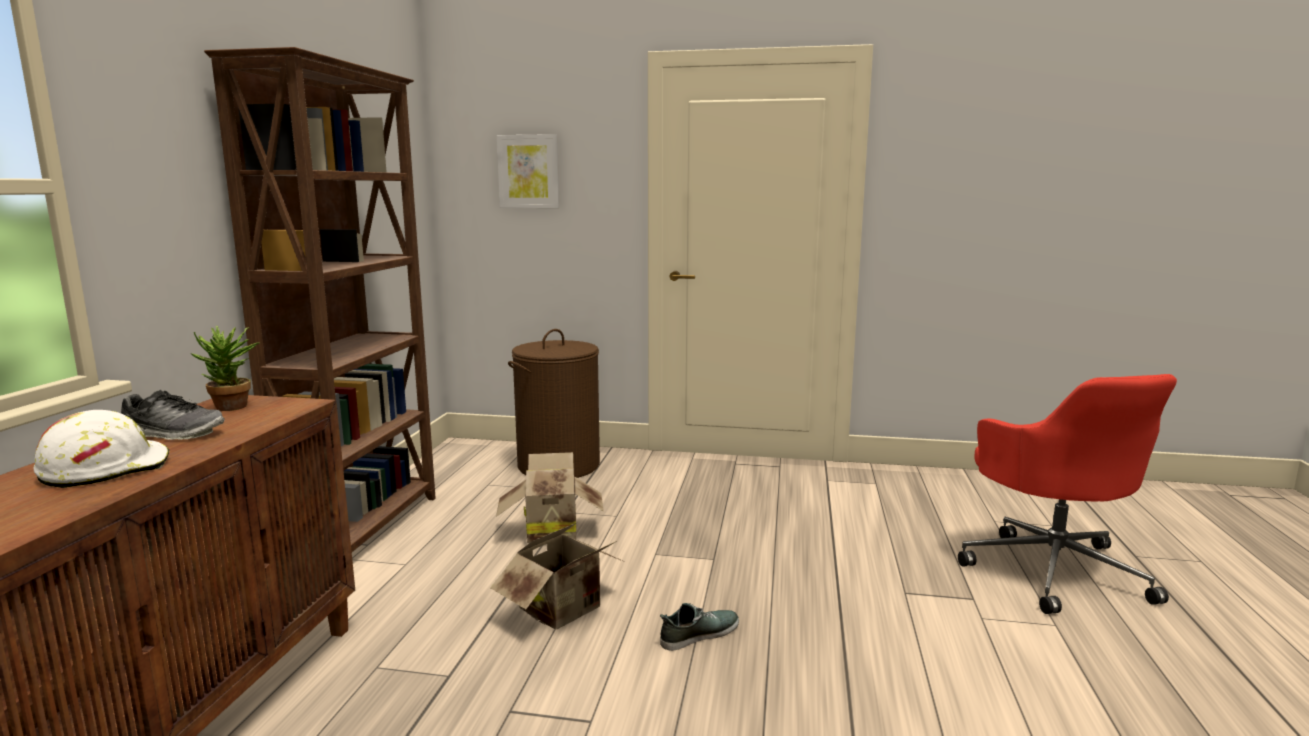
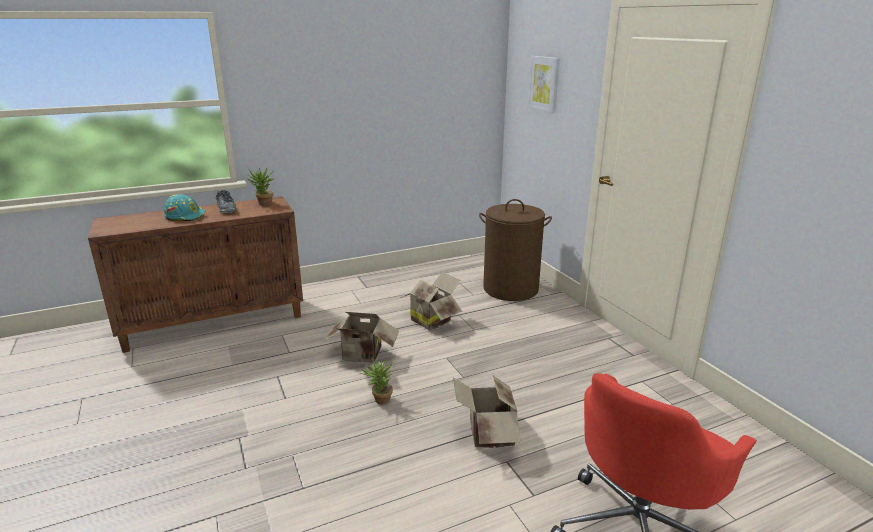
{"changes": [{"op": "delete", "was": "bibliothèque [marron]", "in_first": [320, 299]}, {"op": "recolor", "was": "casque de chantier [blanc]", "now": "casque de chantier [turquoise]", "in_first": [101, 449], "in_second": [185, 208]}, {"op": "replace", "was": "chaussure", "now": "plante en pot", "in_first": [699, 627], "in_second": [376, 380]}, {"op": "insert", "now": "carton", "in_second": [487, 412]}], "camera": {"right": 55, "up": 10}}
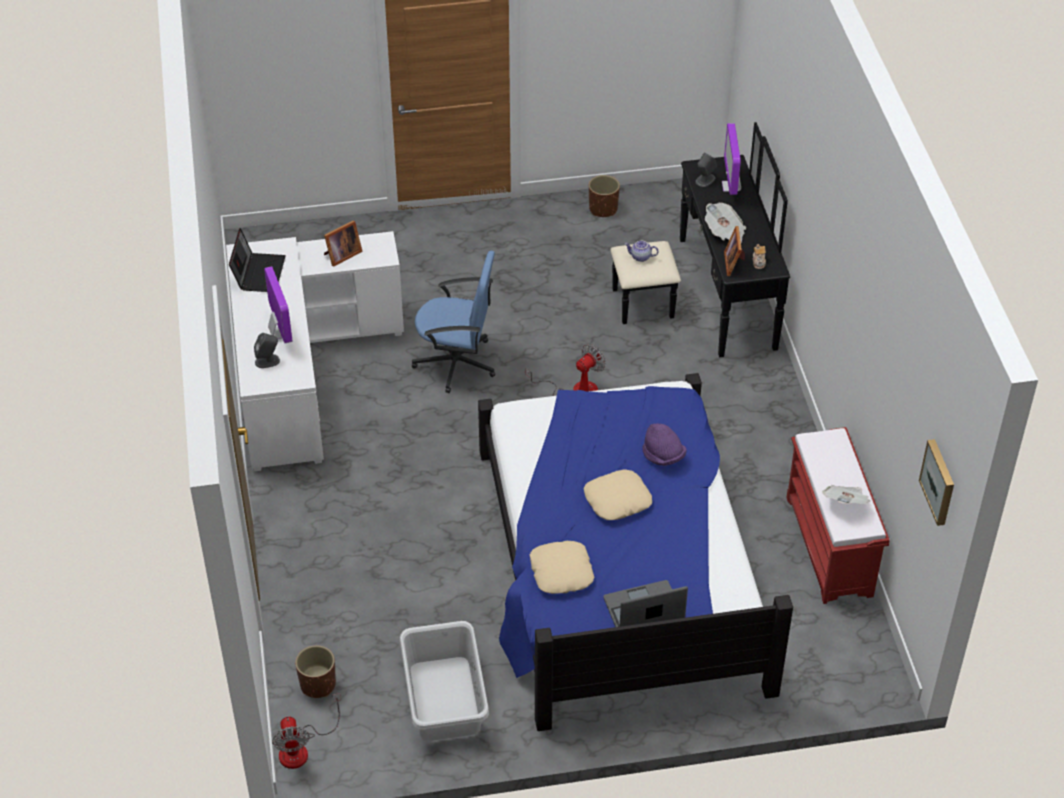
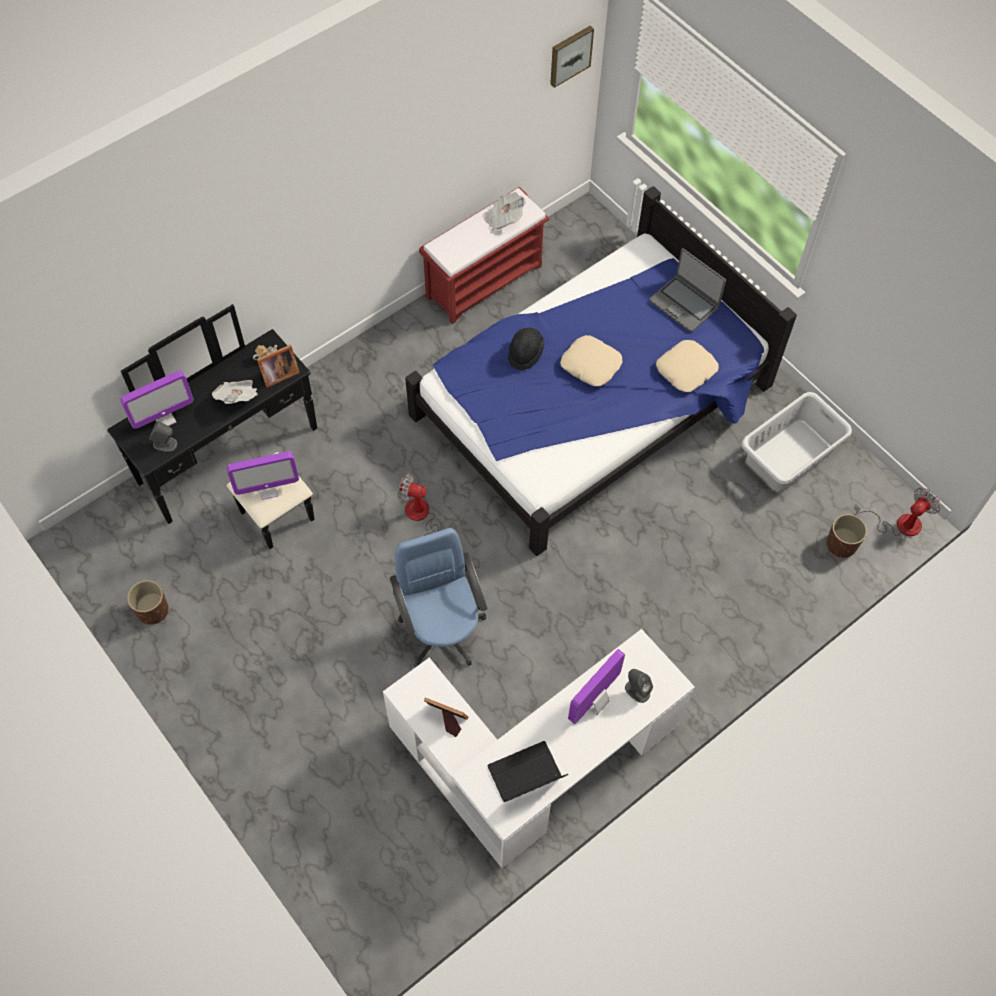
{"changes": [{"op": "replace", "was": "théière", "now": "écran d'ordinateur", "in_first": [641, 251], "in_second": [263, 475]}, {"op": "recolor", "was": "chapeau [violet]", "now": "chapeau [noir]", "in_first": [664, 444], "in_second": [526, 349]}], "camera": {"right": -120, "up": 15}}
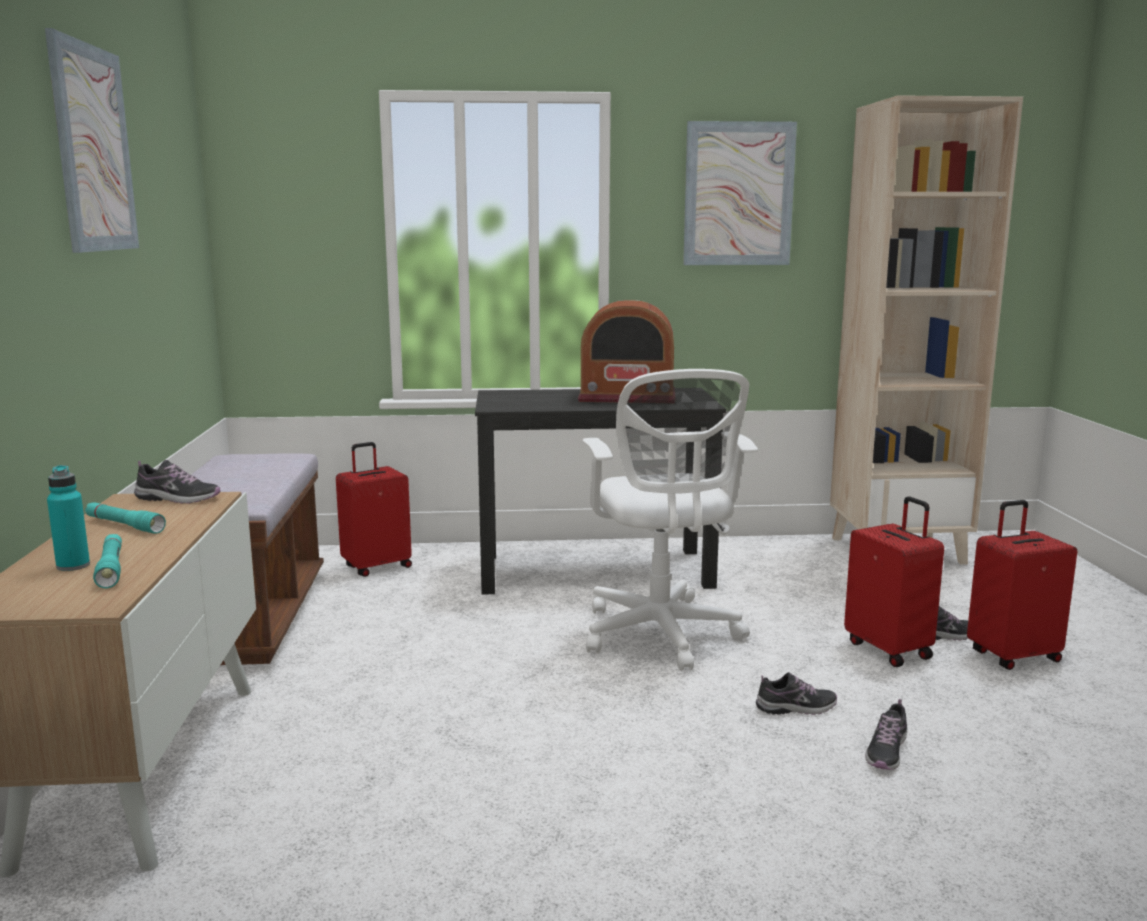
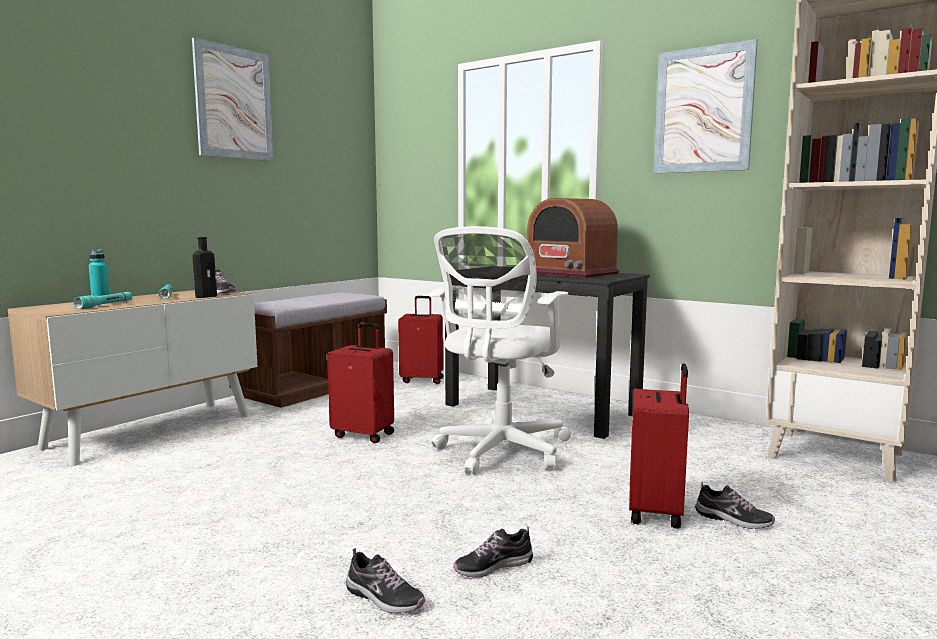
{"changes": [{"op": "move", "was": "valise [rouge]", "in_first": [1022, 585], "in_second": [360, 382]}, {"op": "move", "was": "chaussure", "in_first": [796, 693], "in_second": [385, 581]}, {"op": "insert", "now": "bouteille [noir]", "in_second": [205, 267]}], "camera": {"right": 40, "up": -5}}
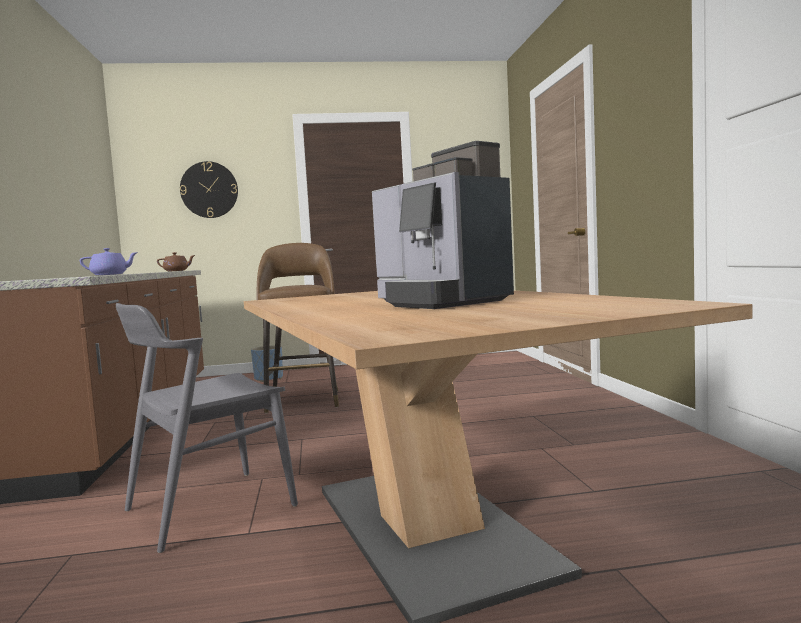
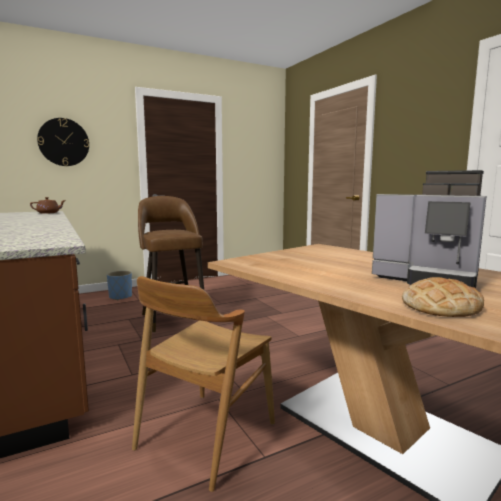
{"changes": [{"op": "delete", "was": "théière [violet]", "in_first": [109, 261]}, {"op": "recolor", "was": "chaise [gris]", "now": "chaise [marron]", "in_first": [207, 428], "in_second": [203, 384]}, {"op": "insert", "now": "pain", "in_second": [443, 297]}], "camera": {"right": -20, "up": 5}}
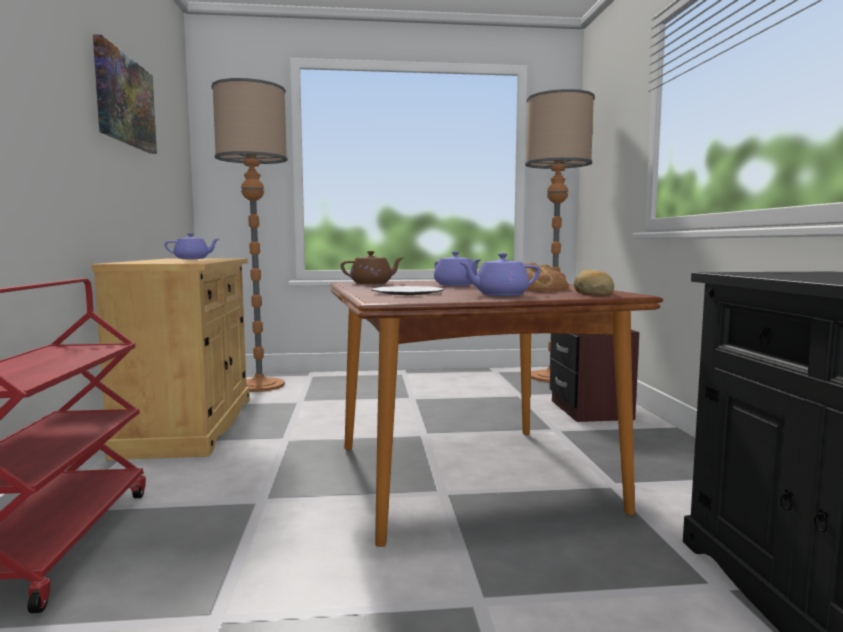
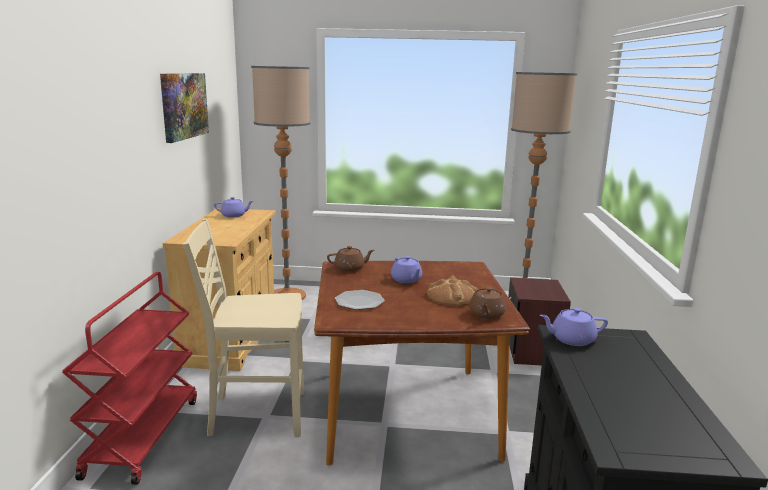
{"changes": [{"op": "move", "was": "théière [violet]", "in_first": [499, 274], "in_second": [574, 327]}, {"op": "replace", "was": "pain", "now": "théière [marron]", "in_first": [594, 282], "in_second": [487, 303]}, {"op": "insert", "now": "chaise [beige]", "in_second": [243, 328]}], "camera": {"right": 10, "up": 10}}
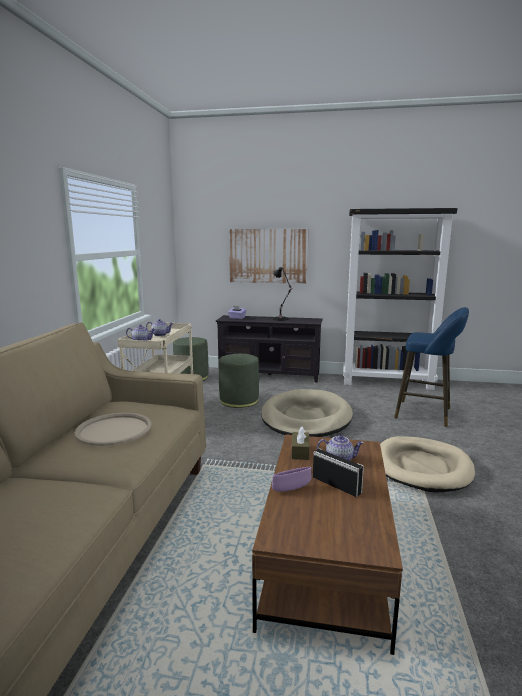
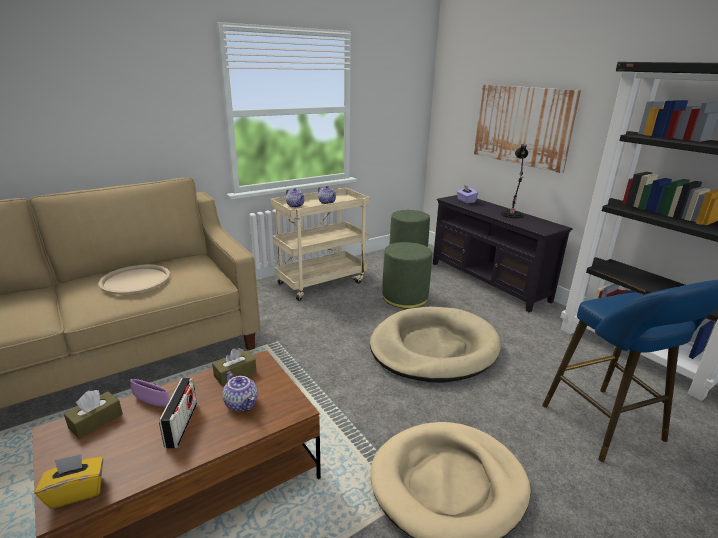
{"changes": [{"op": "insert", "now": "boîte à mouchoirs [marron]", "in_second": [93, 414]}, {"op": "insert", "now": "boîte à mouchoirs [jaune]", "in_second": [69, 481]}], "camera": {"right": 45, "up": 10}}
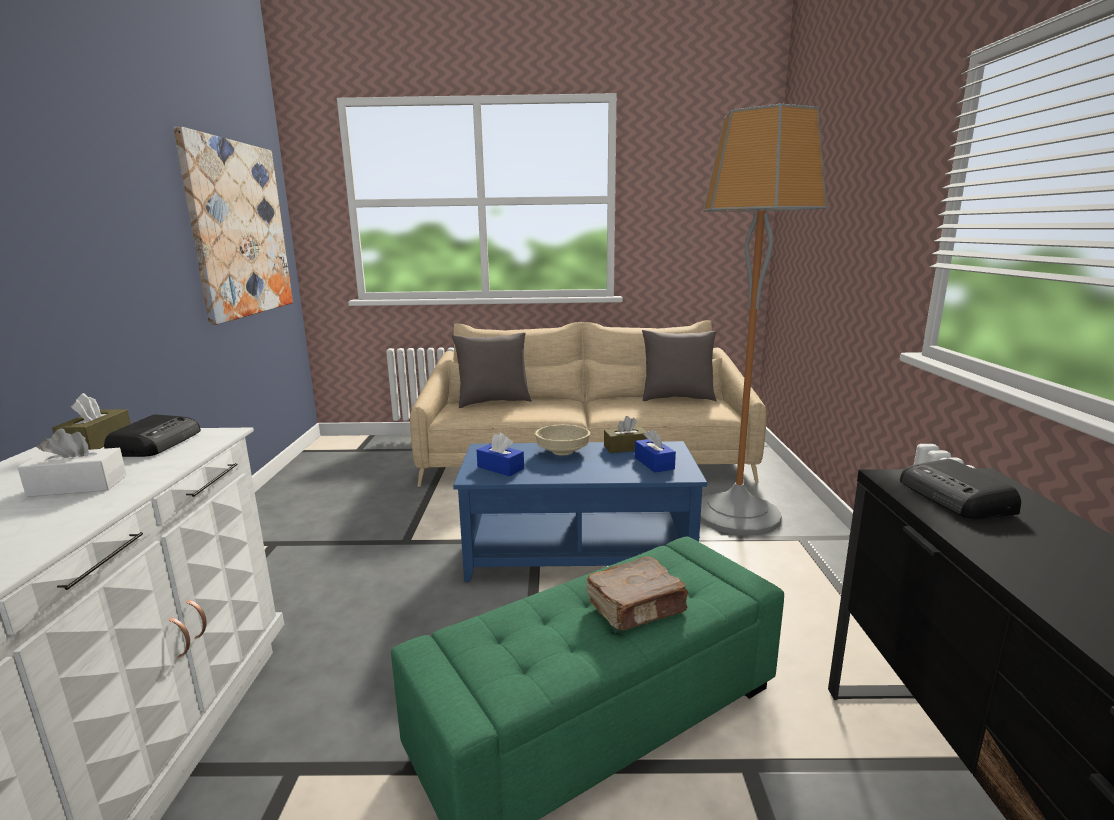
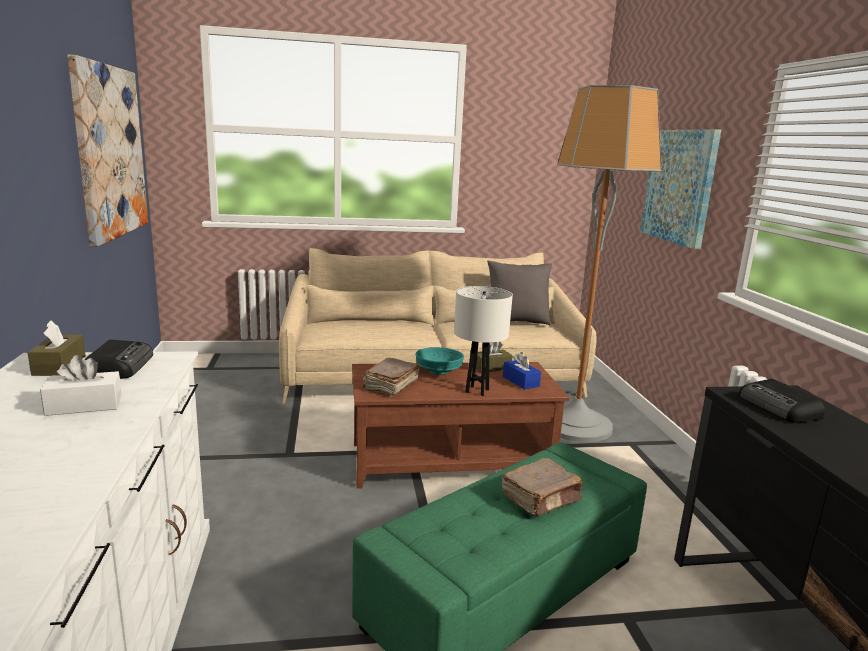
{"changes": [{"op": "delete", "was": "coussin [gris]", "in_first": [492, 370]}, {"op": "recolor", "was": "bol [beige]", "now": "bol [turquoise]", "in_first": [562, 440], "in_second": [440, 361]}, {"op": "replace", "was": "boîte à mouchoirs [bleu]", "now": "livre [marron]", "in_first": [500, 454], "in_second": [391, 377]}, {"op": "recolor", "was": "table basse [bleu]", "now": "table basse [marron]", "in_first": [580, 511], "in_second": [460, 425]}, {"op": "insert", "now": "tableau", "in_second": [680, 189]}, {"op": "insert", "now": "lampe de table [blanc]", "in_second": [483, 341]}], "camera": {"right": -10, "up": 0}}
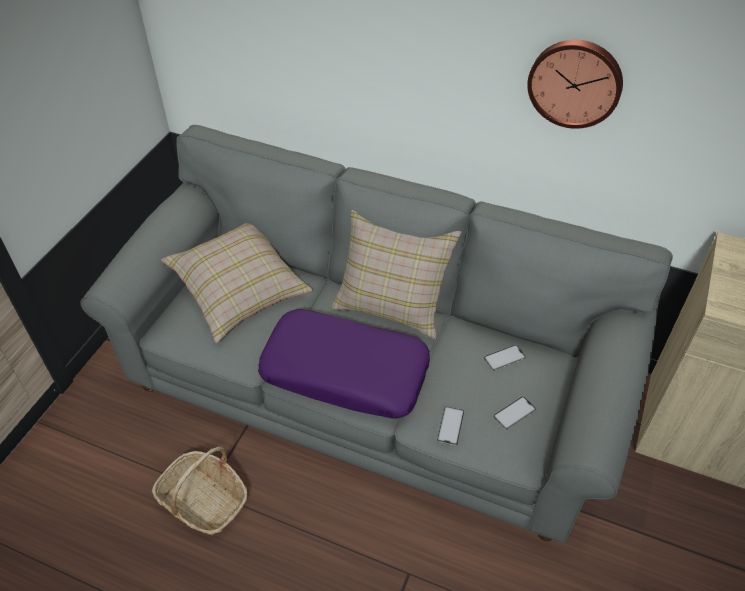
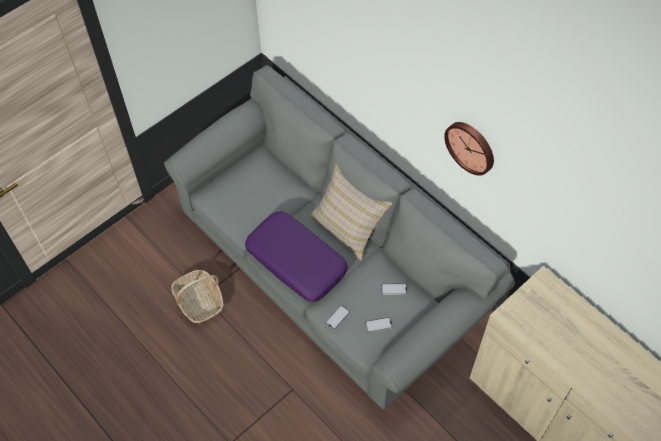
{"changes": [{"op": "delete", "was": "coussin [beige]", "in_first": [237, 283]}], "camera": {"right": 25, "up": 10}}
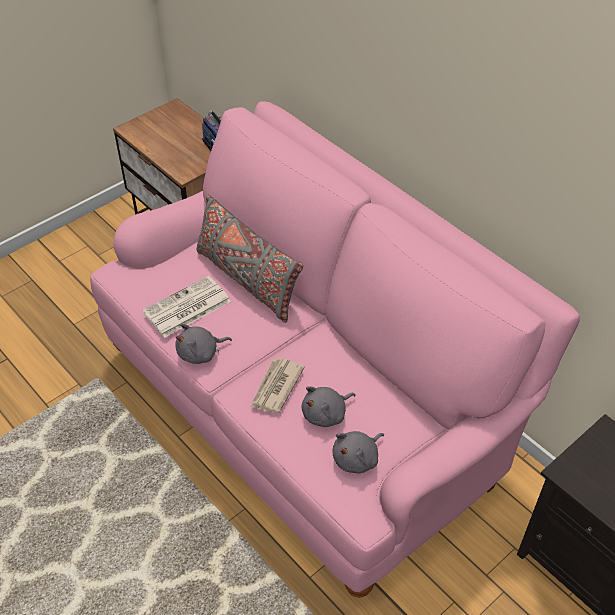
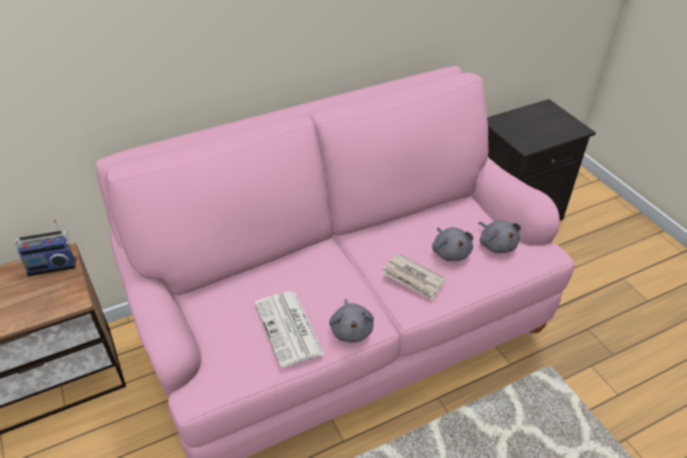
{"changes": [{"op": "delete", "was": "coussin [gris]", "in_first": [249, 259]}], "camera": {"right": -75, "up": -5}}
